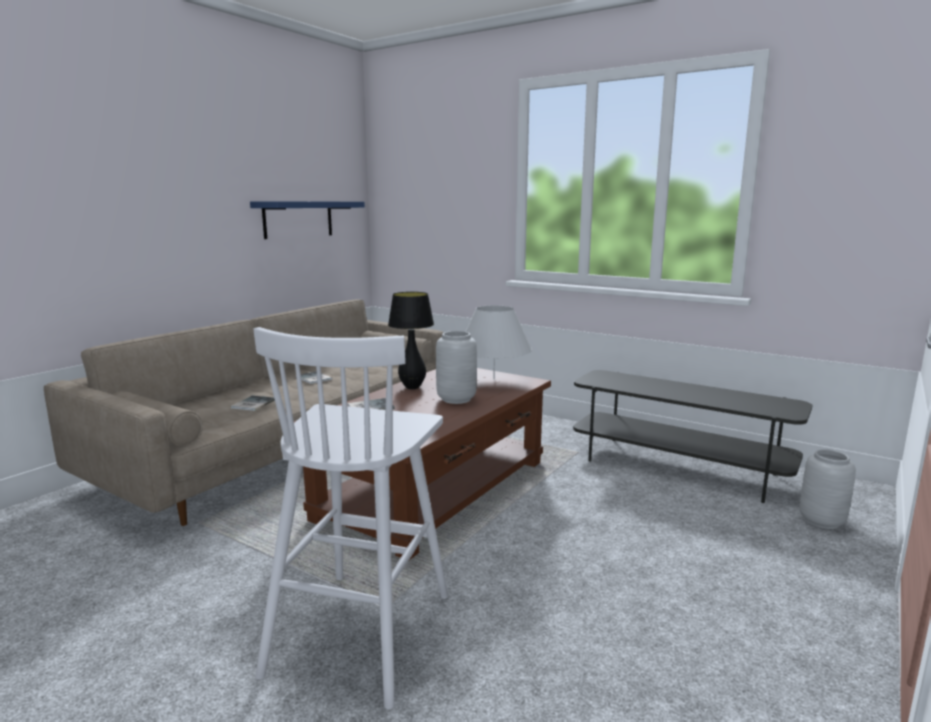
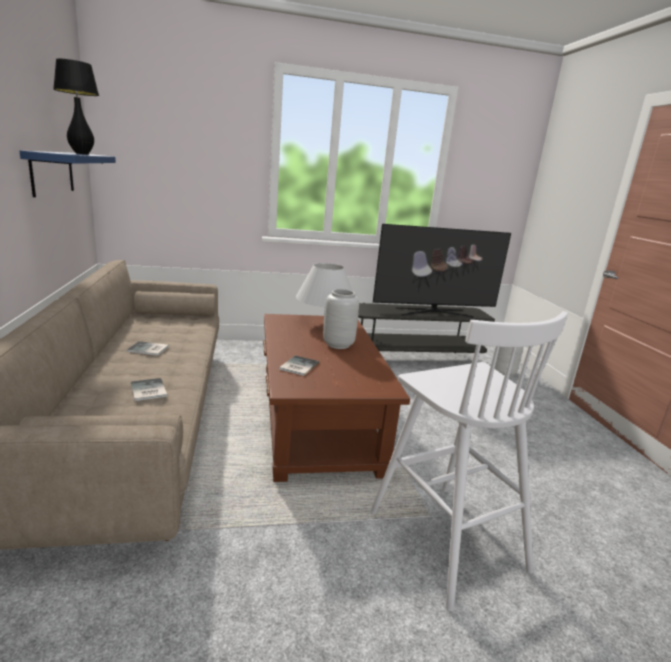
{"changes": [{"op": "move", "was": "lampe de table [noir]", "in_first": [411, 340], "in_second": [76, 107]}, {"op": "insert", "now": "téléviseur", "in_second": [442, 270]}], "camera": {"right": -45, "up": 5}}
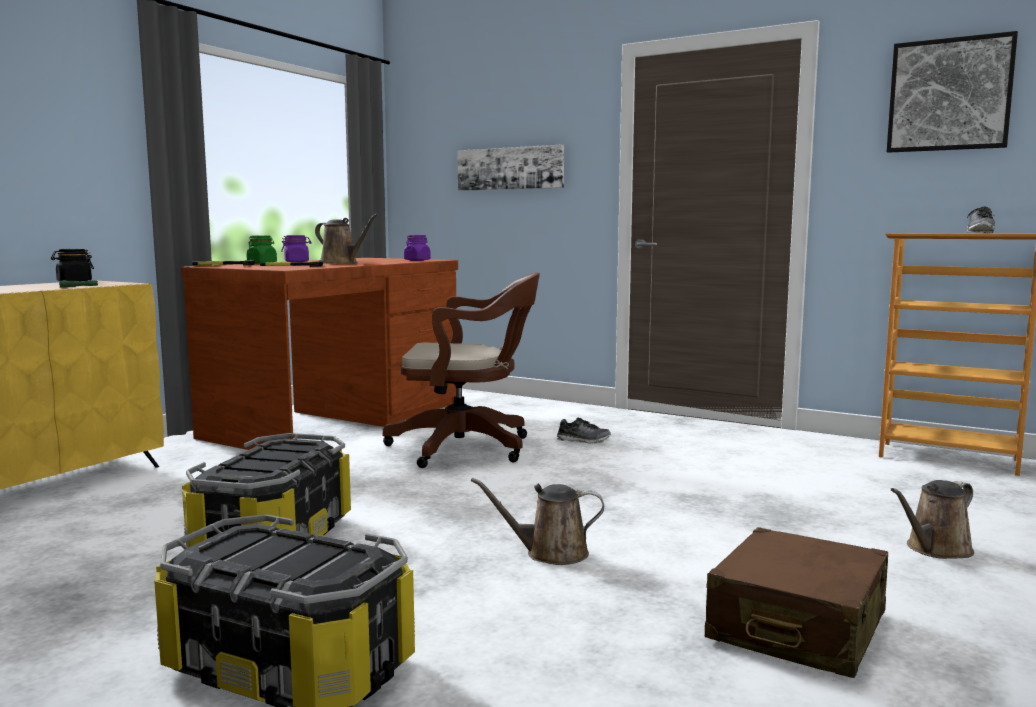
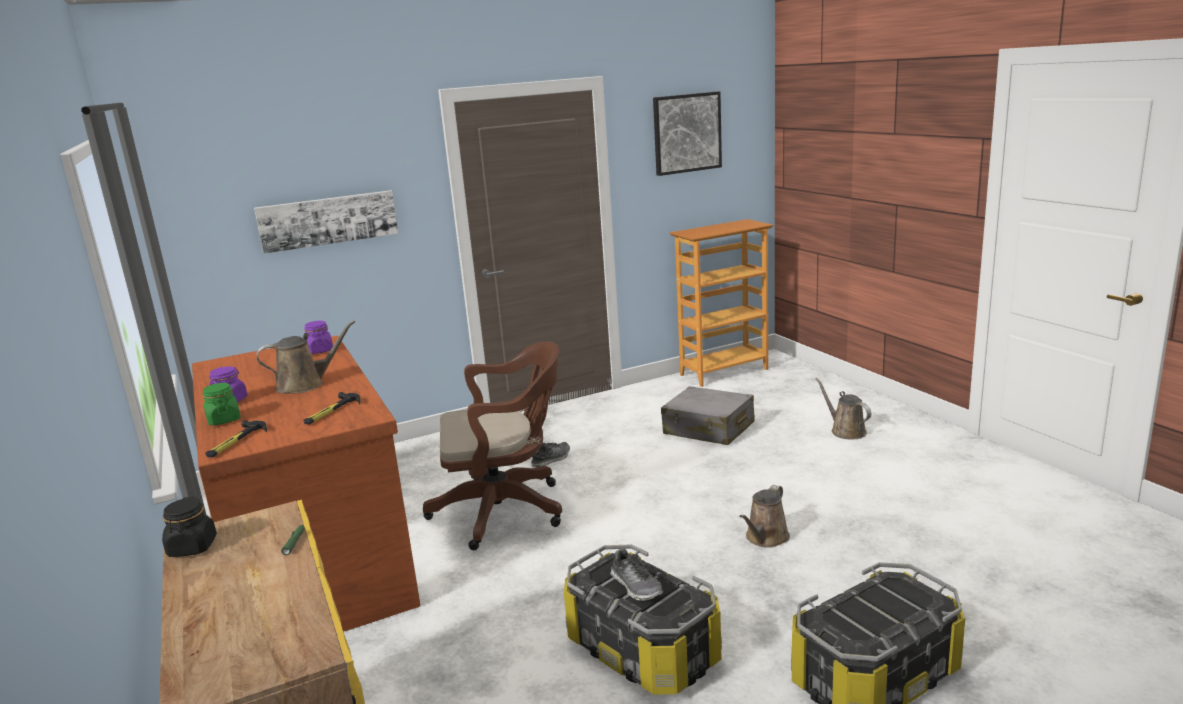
{"changes": [{"op": "move", "was": "chaussure", "in_first": [980, 220], "in_second": [637, 574]}, {"op": "rotate", "was": "chaise de bureau [marron]", "in_first": [461, 370], "in_second": [492, 445], "clockwise": 45}, {"op": "rotate", "was": "arrosoir [marron]", "in_first": [932, 519], "in_second": [843, 408], "clockwise": 150}, {"op": "delete", "was": "valise [marron]", "in_first": [796, 602]}, {"op": "insert", "now": "valise [gris]", "in_second": [708, 415]}], "camera": {"right": -55, "up": 10}}
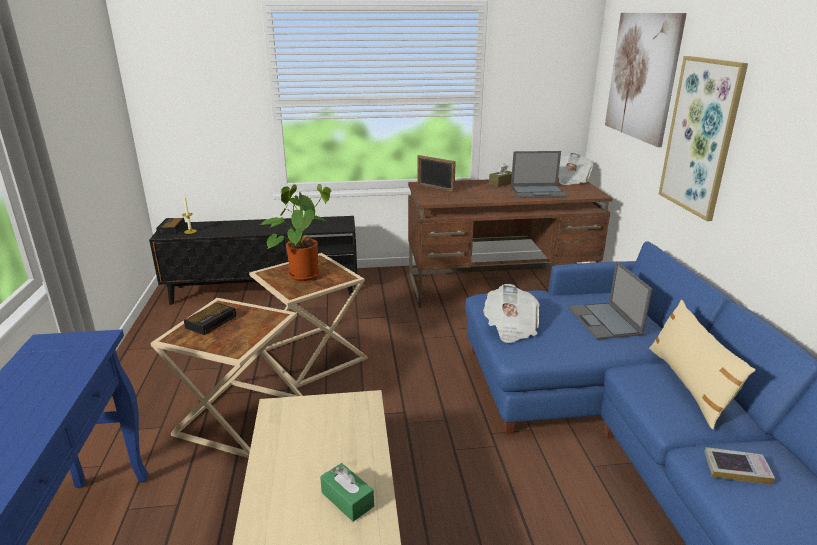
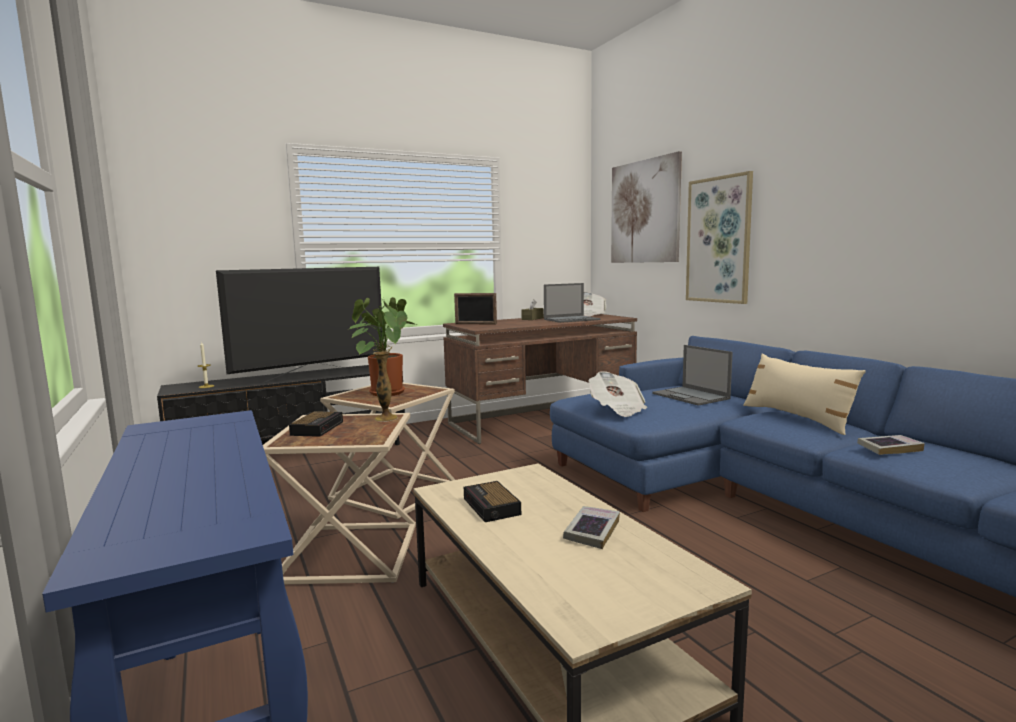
{"changes": [{"op": "move", "was": "réveil", "in_first": [170, 226], "in_second": [492, 501]}, {"op": "replace", "was": "boîte à mouchoirs [vert]", "now": "livre", "in_first": [347, 492], "in_second": [591, 527]}, {"op": "insert", "now": "téléviseur", "in_second": [300, 325]}, {"op": "insert", "now": "vase", "in_second": [385, 386]}], "camera": {"right": -20, "up": -15}}
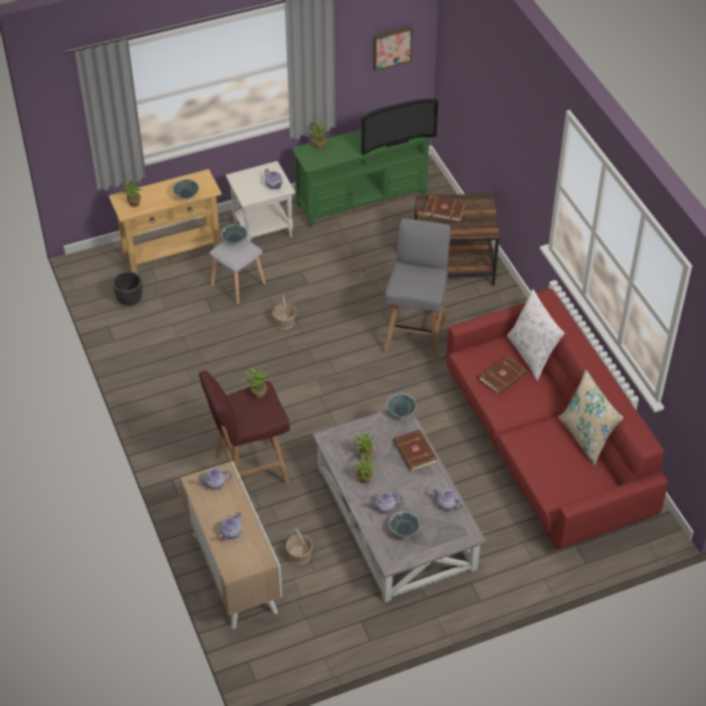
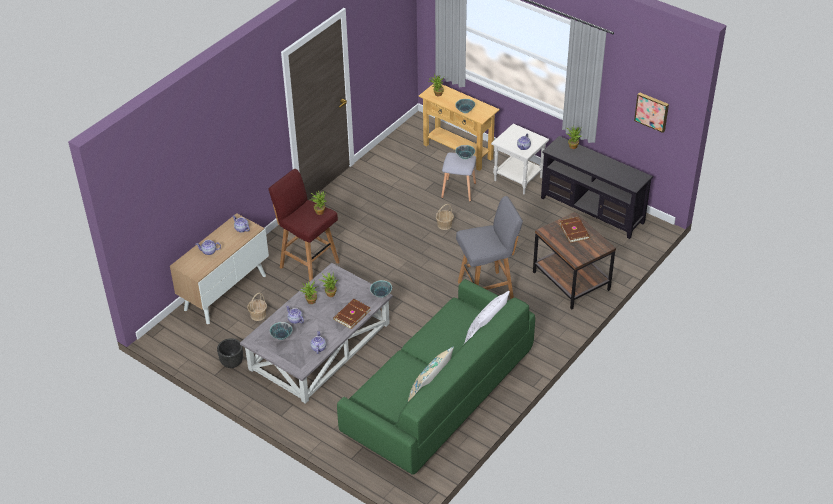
{"changes": [{"op": "delete", "was": "téléviseur", "in_first": [399, 127]}, {"op": "recolor", "was": "meuble télé [vert]", "now": "meuble télé [noir]", "in_first": [361, 178], "in_second": [597, 187]}, {"op": "move", "was": "cache-pot [noir]", "in_first": [127, 288], "in_second": [230, 353]}, {"op": "recolor", "was": "canapé [rouge]", "now": "canapé [vert]", "in_first": [557, 419], "in_second": [436, 377]}, {"op": "delete", "was": "livre [marron]", "in_first": [503, 374]}], "camera": {"right": 60, "up": -5}}
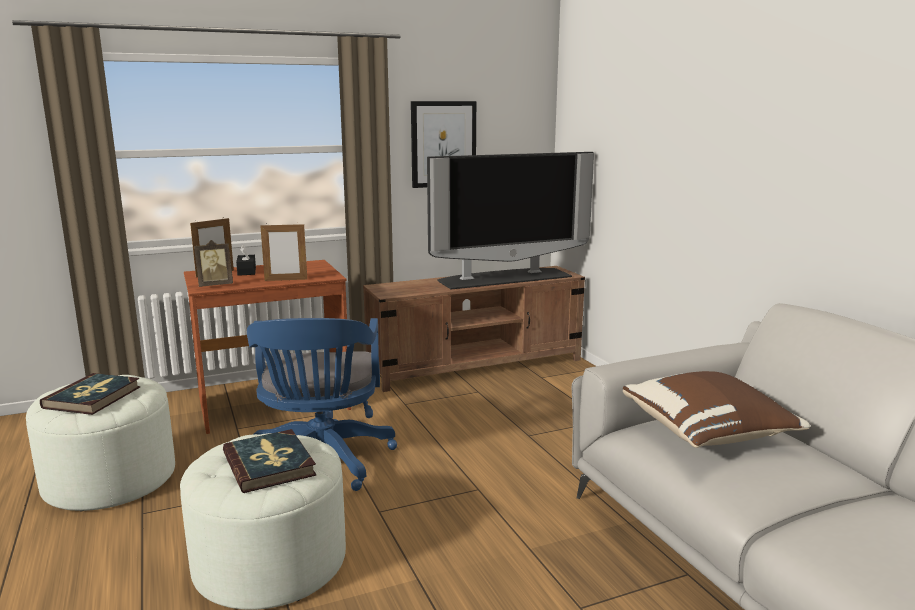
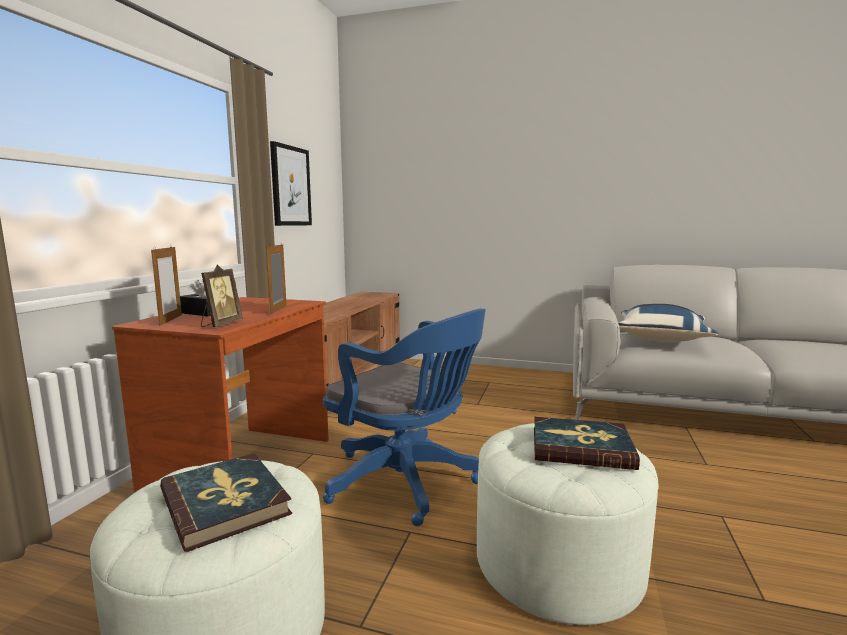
{"changes": [{"op": "delete", "was": "téléviseur", "in_first": [510, 220]}, {"op": "rotate", "was": "cadre photo", "in_first": [283, 252], "in_second": [276, 279], "clockwise": 150}, {"op": "recolor", "was": "coussin [marron]", "now": "coussin [bleu]", "in_first": [717, 409], "in_second": [668, 323]}], "camera": {"right": -50, "up": -5}}
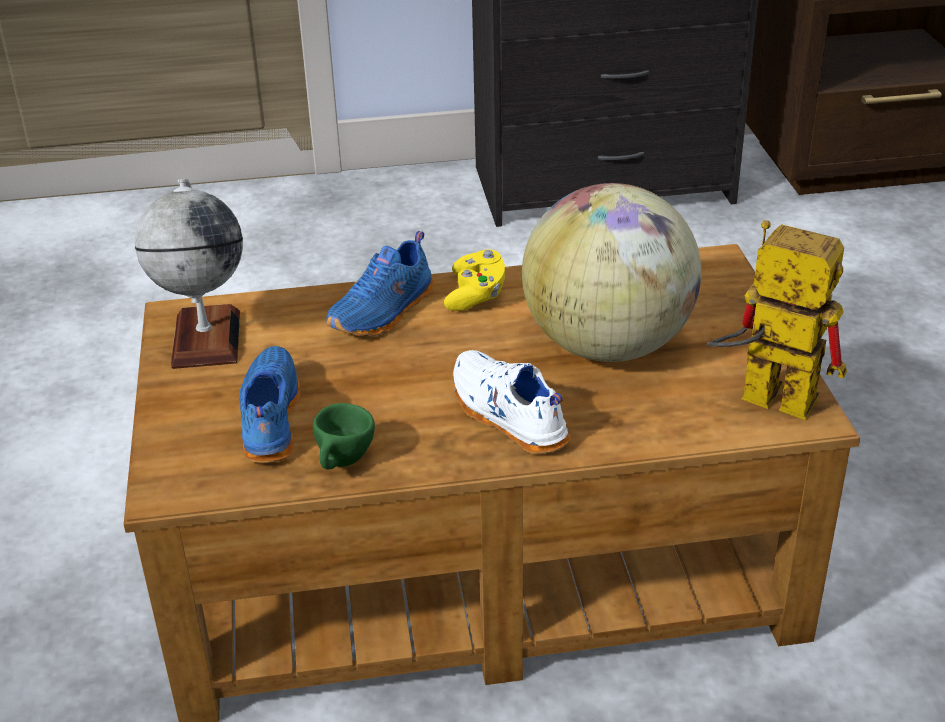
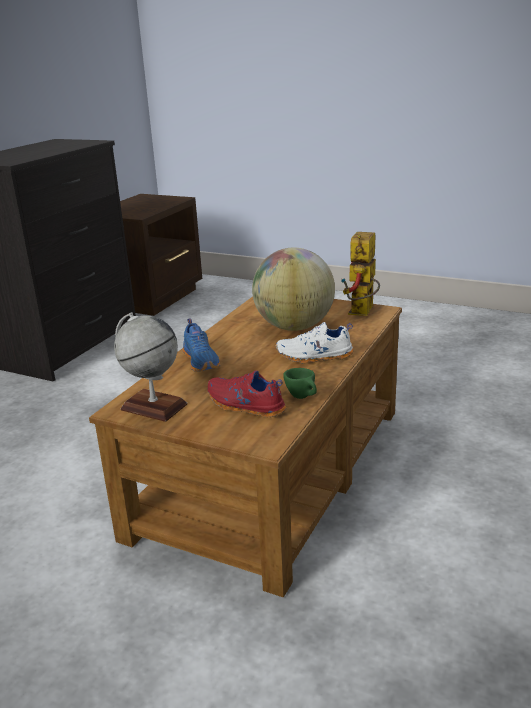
{"changes": [{"op": "rotate", "was": "robot jouet", "in_first": [777, 320], "in_second": [360, 274], "clockwise": -45}, {"op": "delete", "was": "manette [jaune]", "in_first": [474, 280]}, {"op": "recolor", "was": "chaussure [bleu]", "now": "chaussure [rouge]", "in_first": [269, 404], "in_second": [247, 394]}], "camera": {"right": -55, "up": -10}}
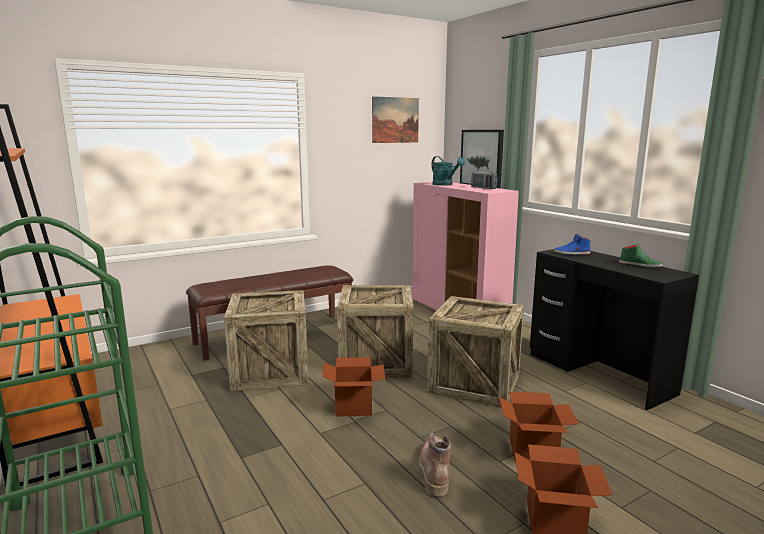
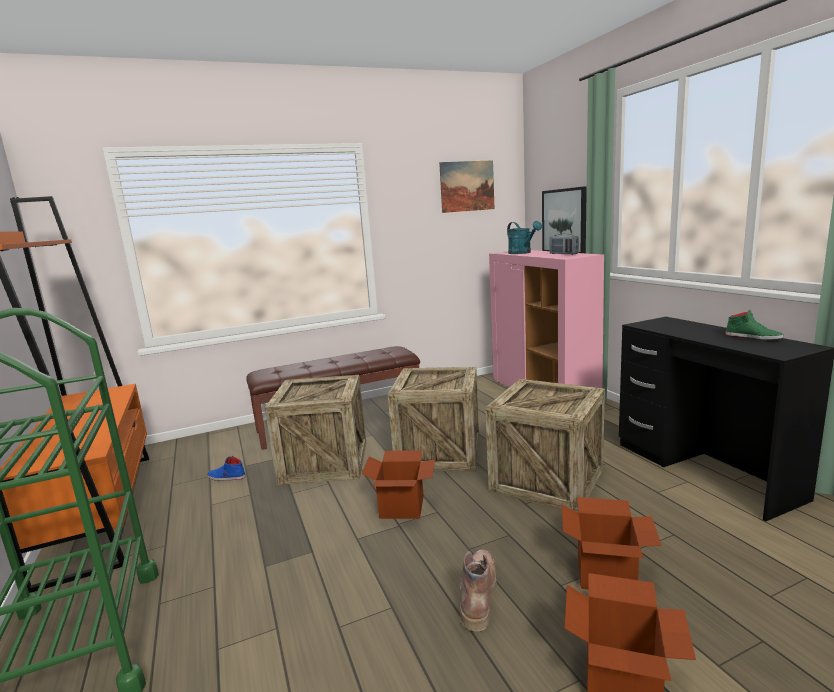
{"changes": [{"op": "move", "was": "chaussure [bleu]", "in_first": [572, 244], "in_second": [226, 468]}], "camera": {"right": 10, "up": 0}}
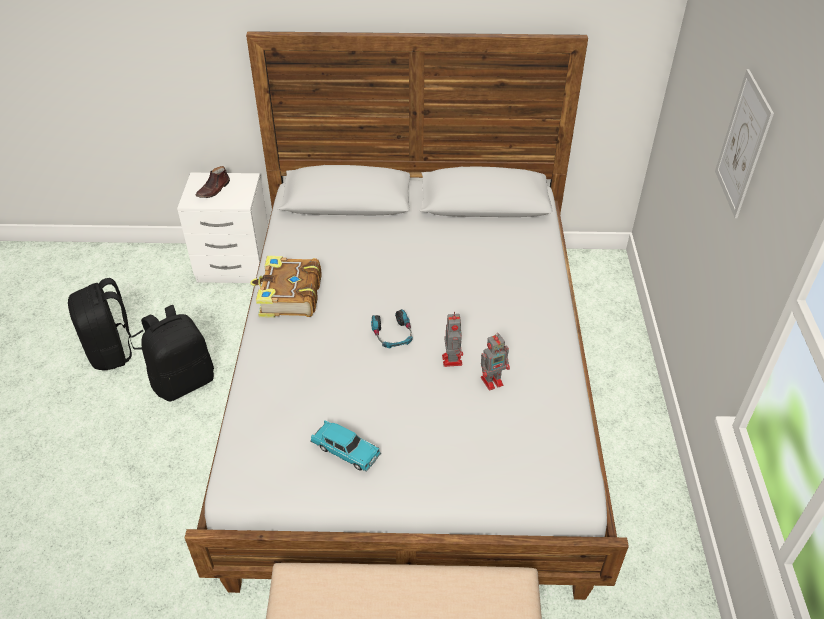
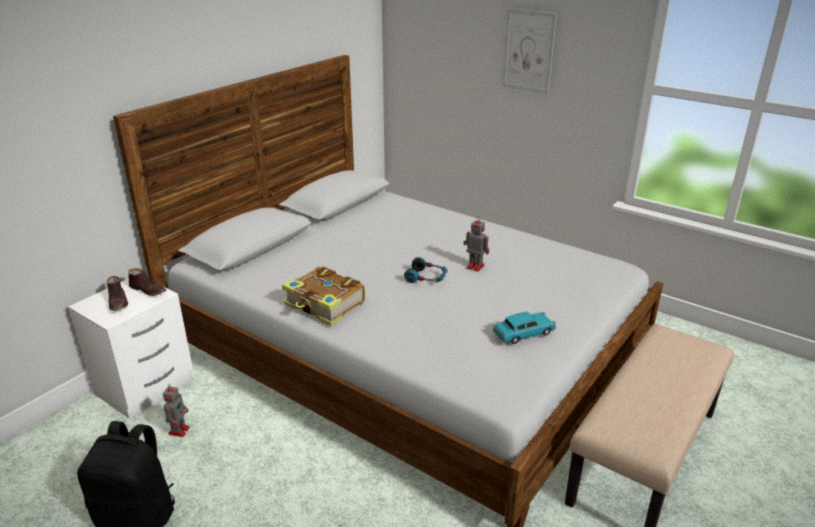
{"changes": [{"op": "delete", "was": "sac à dos [noir]", "in_first": [177, 353]}, {"op": "move", "was": "robot jouet", "in_first": [495, 361], "in_second": [176, 410]}, {"op": "insert", "now": "chaussure [marron]", "in_second": [147, 282]}], "camera": {"right": -55, "up": -15}}
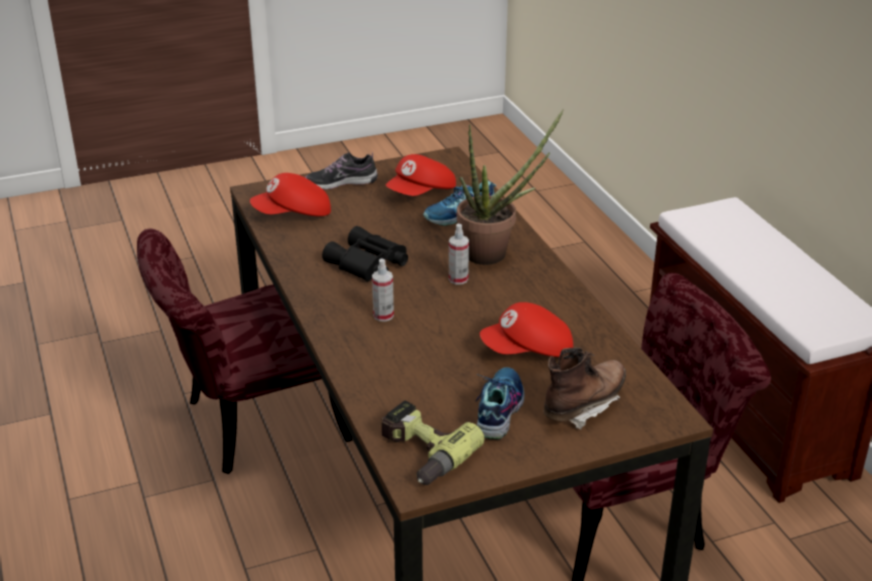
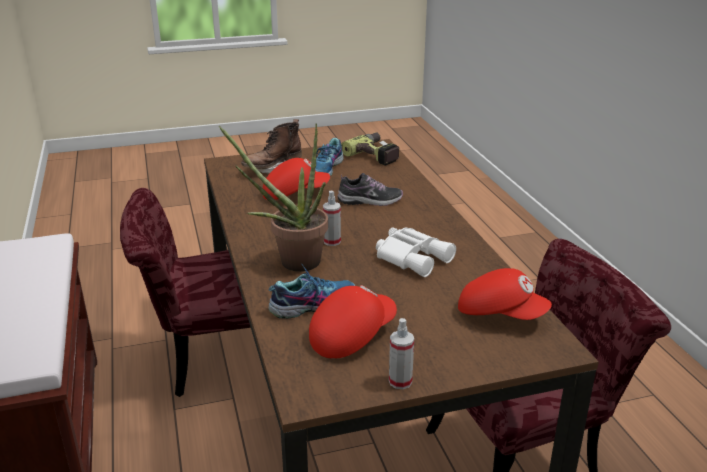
{"changes": [{"op": "move", "was": "chaussure", "in_first": [341, 170], "in_second": [370, 189]}, {"op": "rotate", "was": "casquette [rouge]", "in_first": [290, 194], "in_second": [505, 294], "clockwise": 45}, {"op": "recolor", "was": "jumelles [noir]", "now": "jumelles [blanc]", "in_first": [365, 253], "in_second": [416, 252]}, {"op": "move", "was": "vaporisateur", "in_first": [383, 289], "in_second": [401, 353]}], "camera": {"right": -175, "up": -5}}
